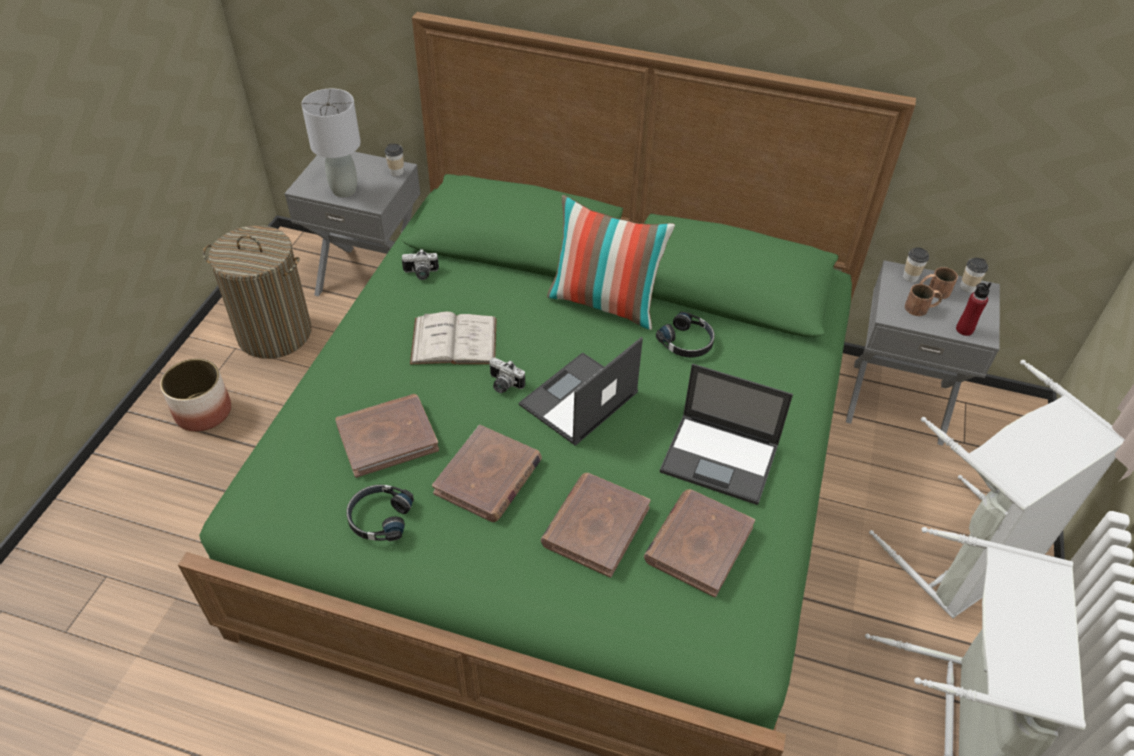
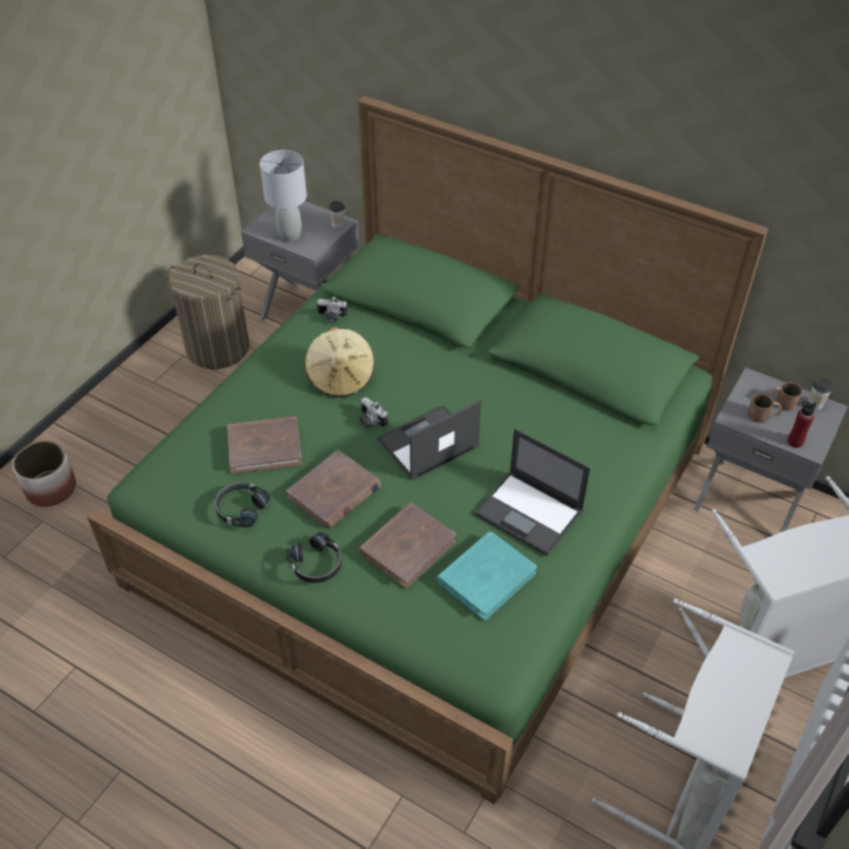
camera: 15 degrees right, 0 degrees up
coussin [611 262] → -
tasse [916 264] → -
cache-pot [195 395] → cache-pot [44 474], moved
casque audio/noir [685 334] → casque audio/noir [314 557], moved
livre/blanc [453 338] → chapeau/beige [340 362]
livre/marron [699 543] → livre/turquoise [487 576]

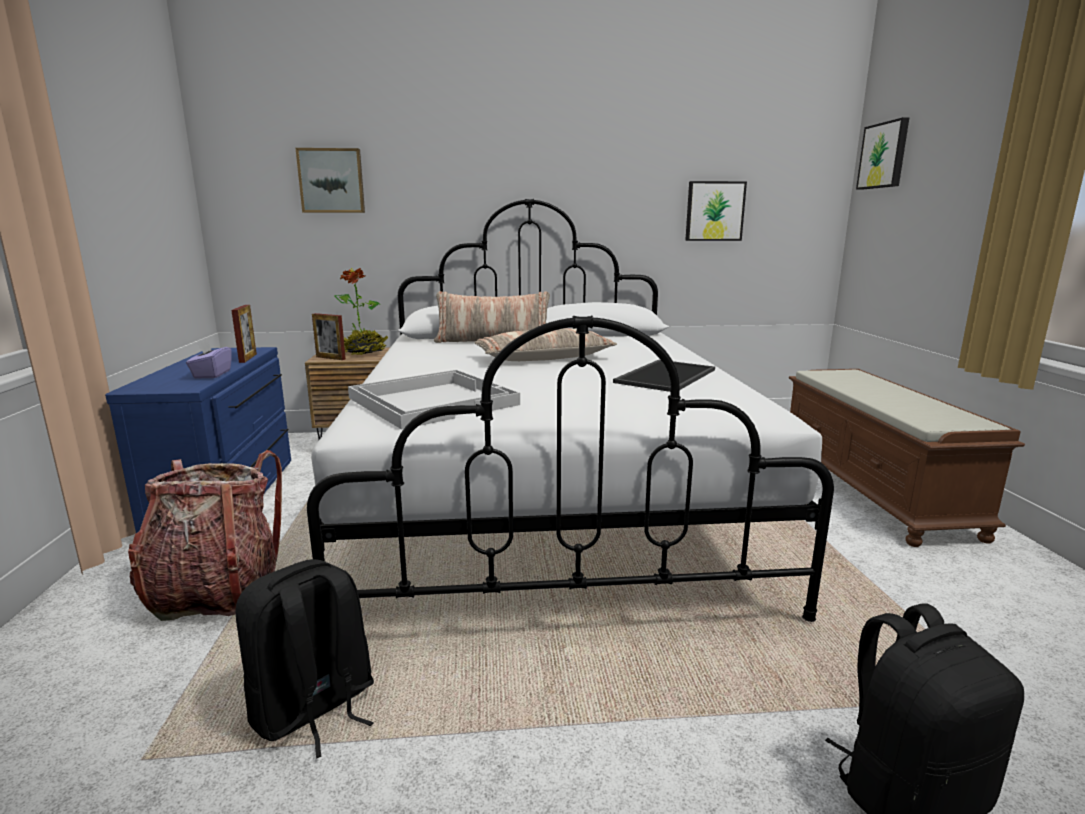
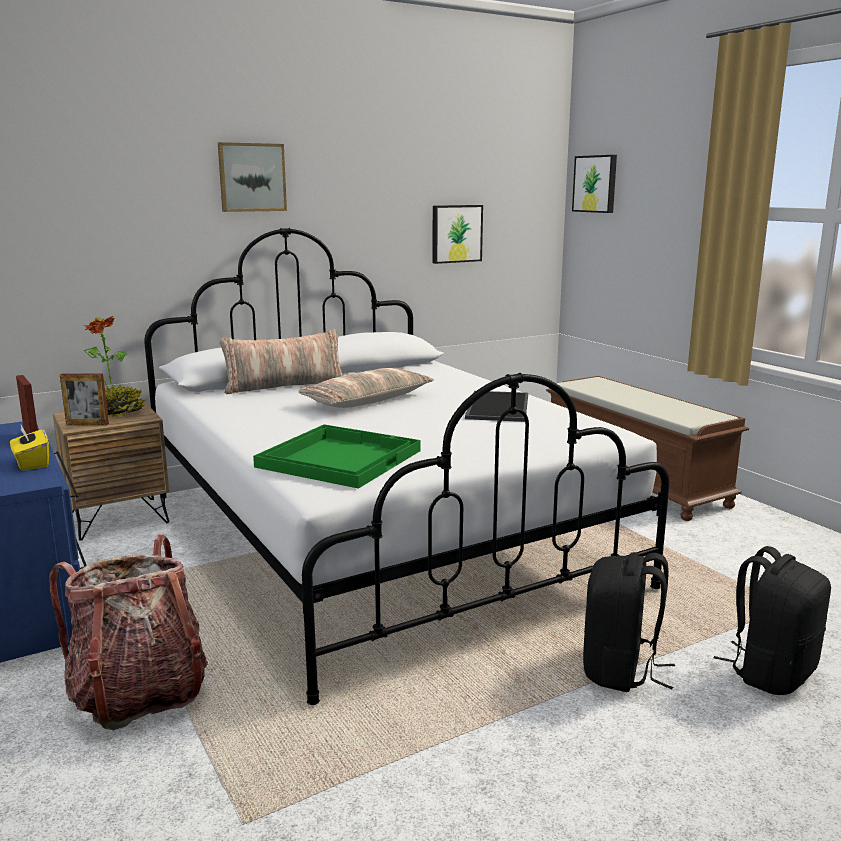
camera: 25 degrees left, 0 degrees up
sac à dos/noir [304 659] → sac à dos/noir [629 622], moved
tableau [330 180] → tableau [252 177], moved
boîte à mouchoirs/violet [208 358] → boîte à mouchoirs/jaune [29 448]
plateau/blanc [434 400] → plateau/vert [337 456]

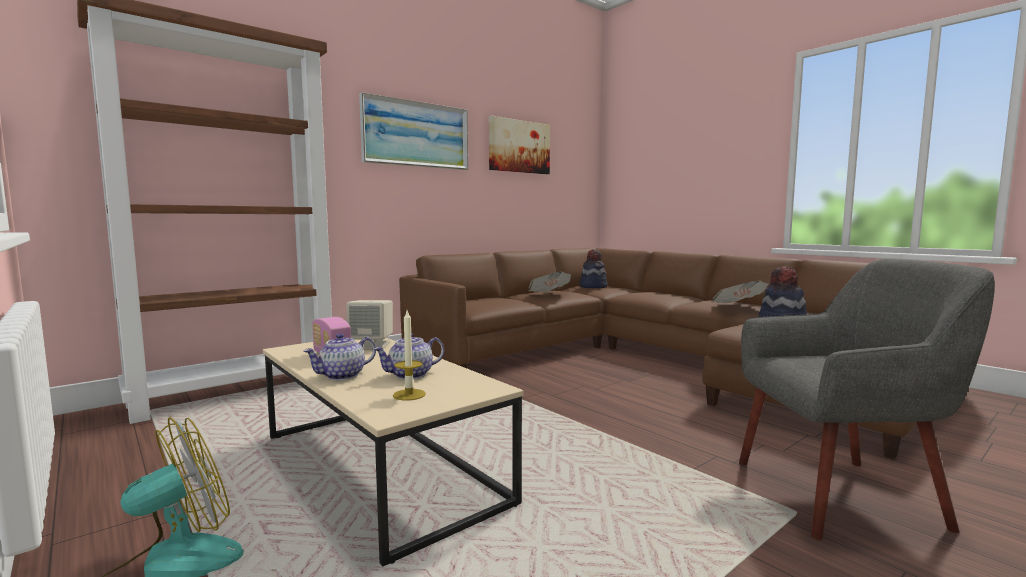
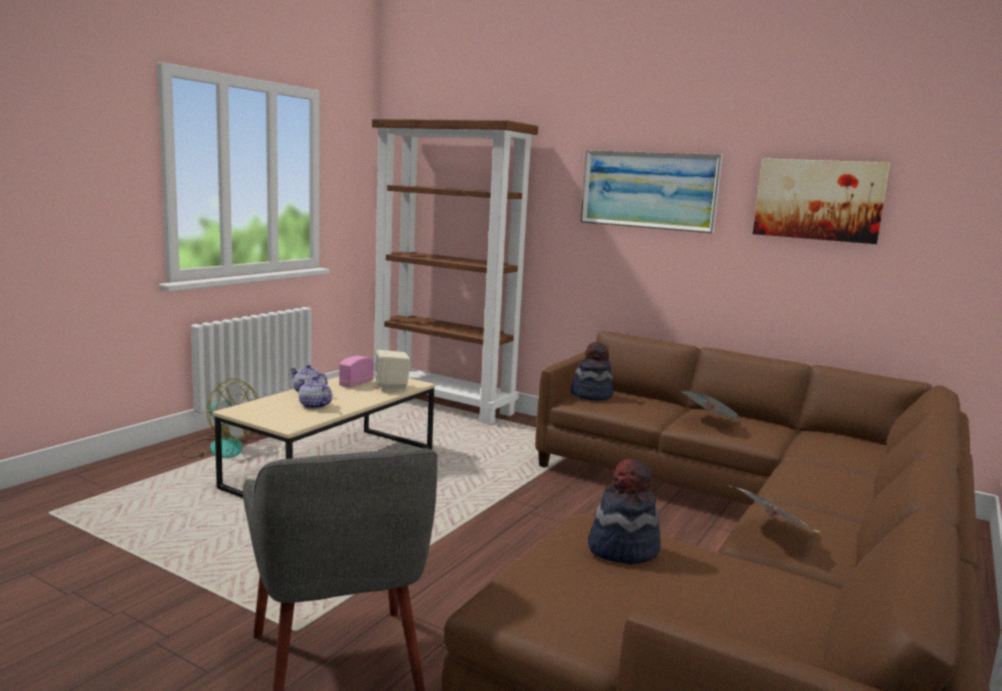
camera: 70 degrees right, 5 degrees up
bougie [409 356] → -
chapeau [593 268] → chapeau [592 371], moved

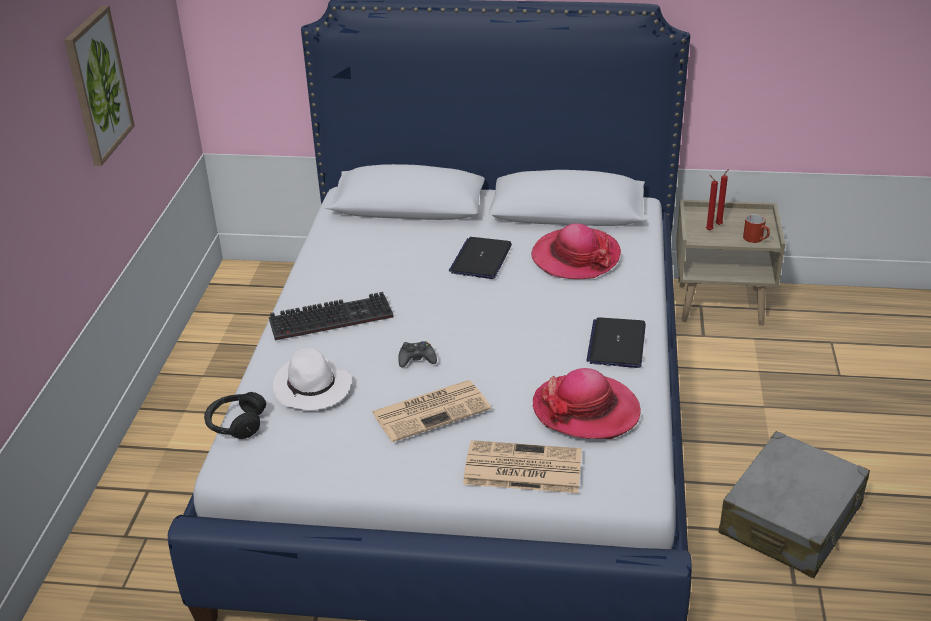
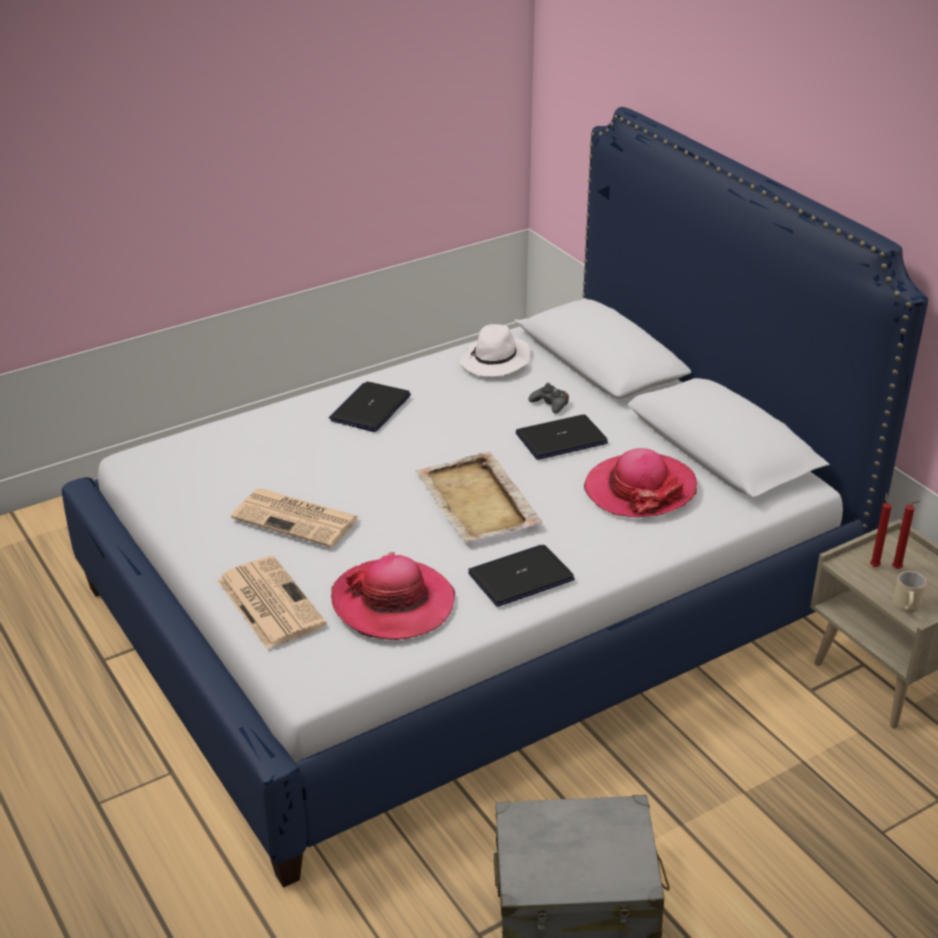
camera: 50 degrees right, 0 degrees up
tableau [99 86] → -
casque audio/noir [235 415] → -
- → plateau/beige [479 496]
chapeau/blanc [312 379] → chapeau/blanc [494 350], moved
manette/noir [417 354] → manette/noir [549 398], moved
clavier [331 316] → ordinateur portable [370 407]
mug/rouge [756 228] → mug/beige [910 592]

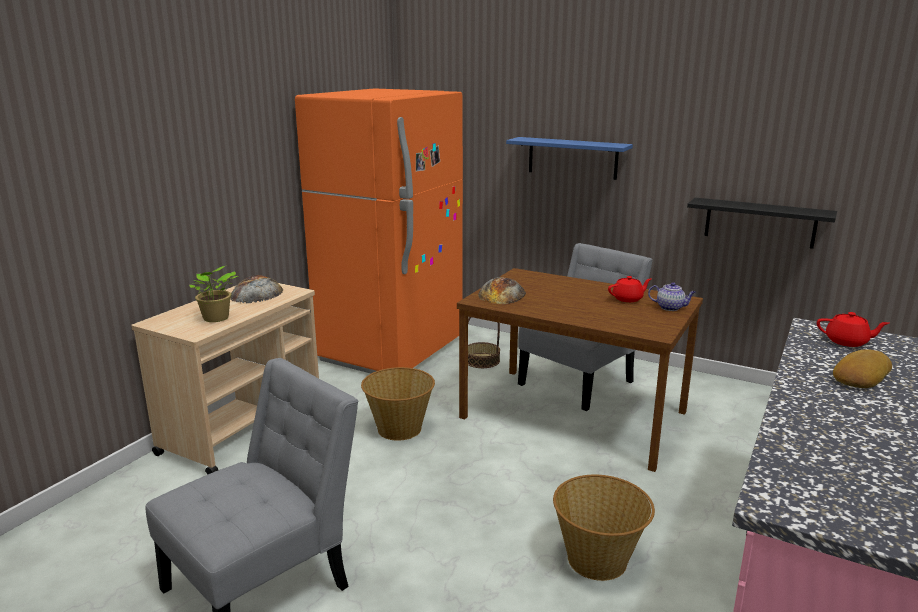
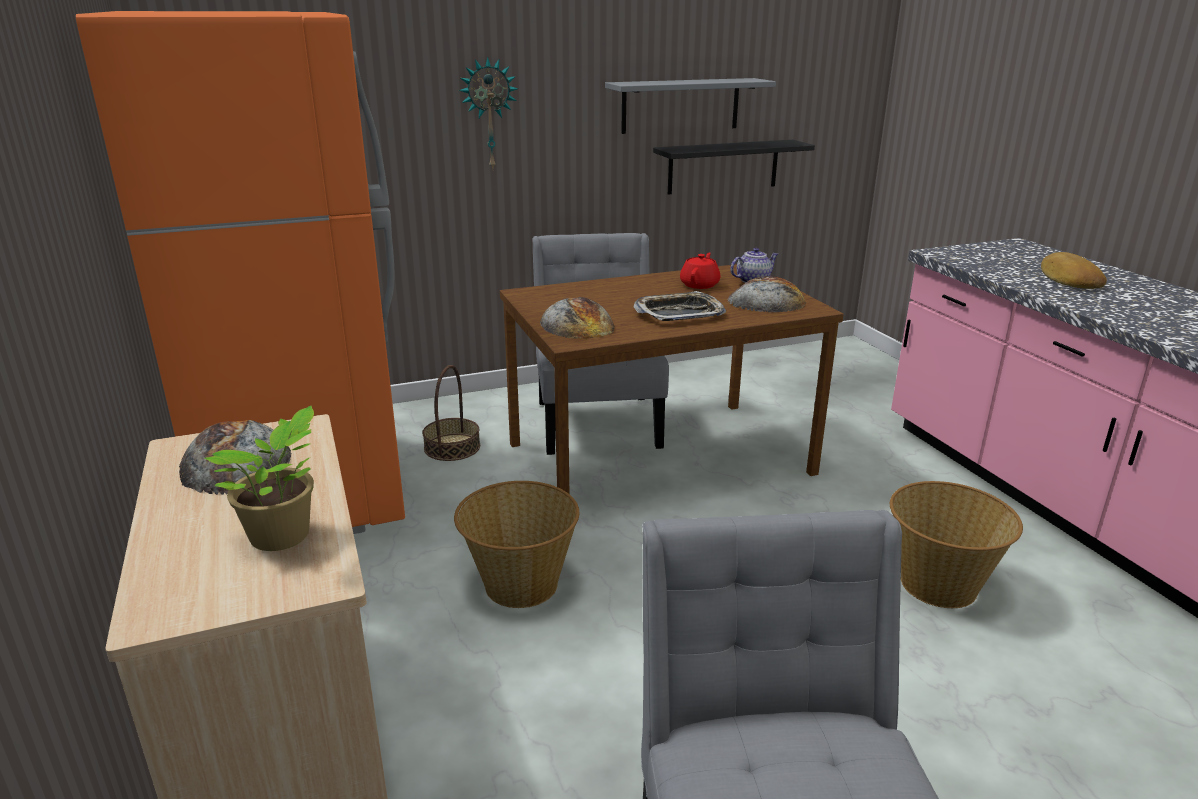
camera: 50 degrees left, 5 degrees up
théière/rouge [853 329] → -
- → étagère/gris [690 106]
- → plateau [680 306]
- → pain [767 294]
étagère/bleu [569 158] → horloge murale [488 113]

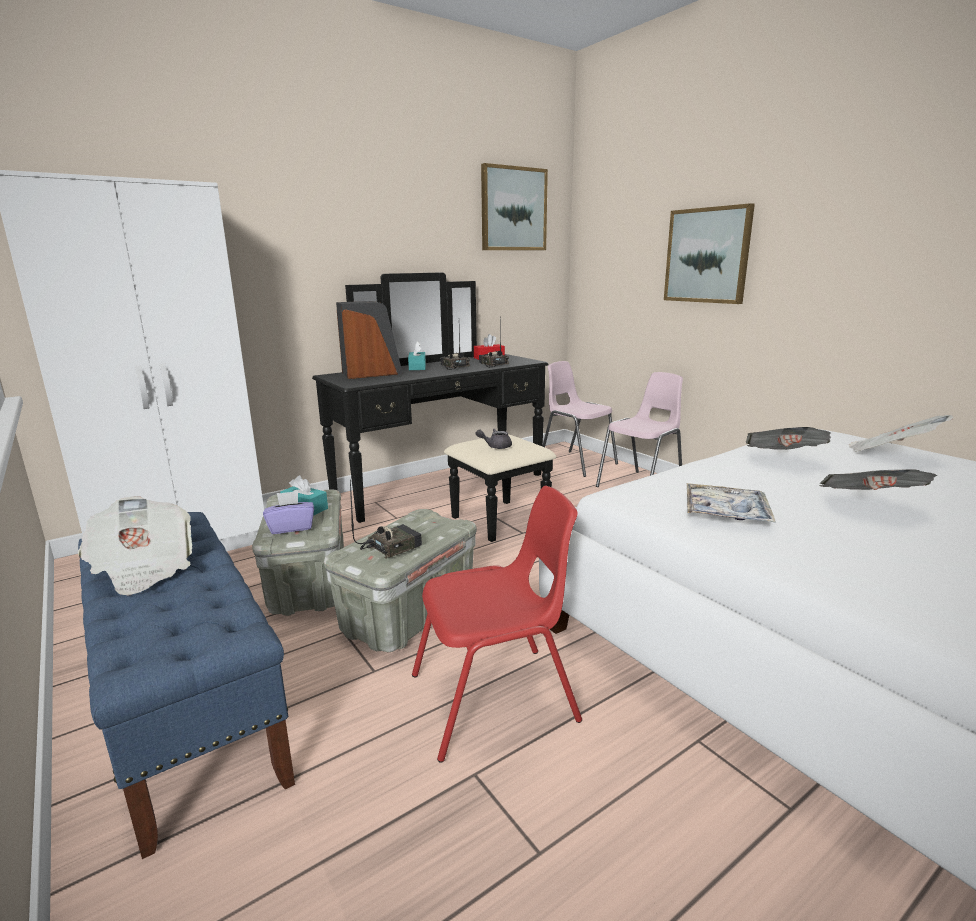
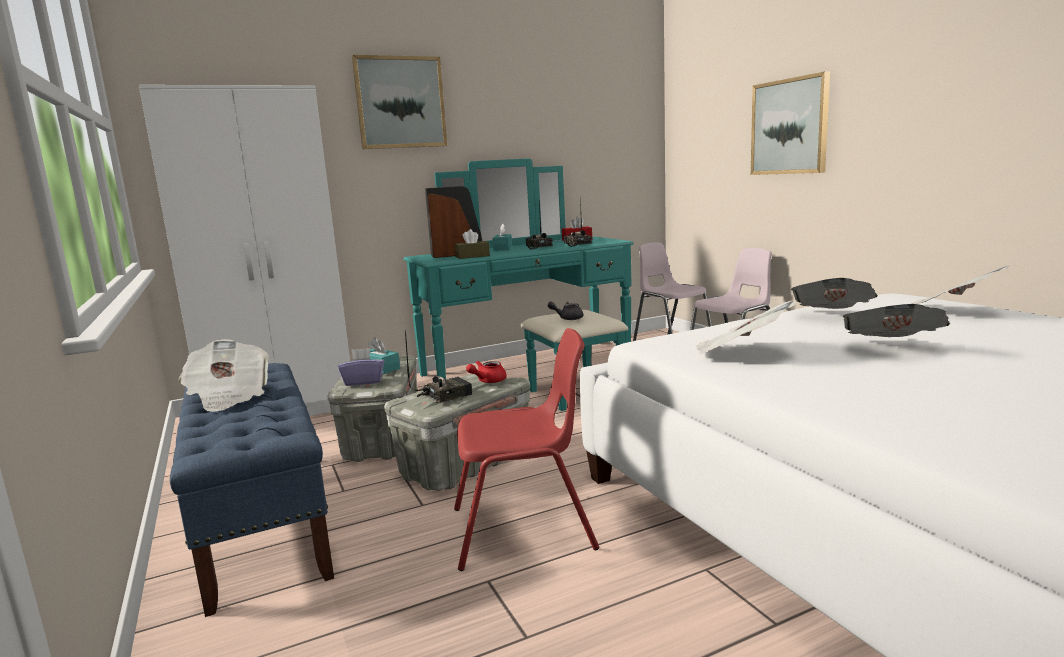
camera: 10 degrees right, 5 degrees down
- → boîte à mouchoirs/marron [472 244]
- → théière/rouge [486 372]
tableau [514 206] → tableau [400 102], moved
plateau [731 503] → journal [746 327]
commode/noir [434 407] → commode/turquoise [518 285]

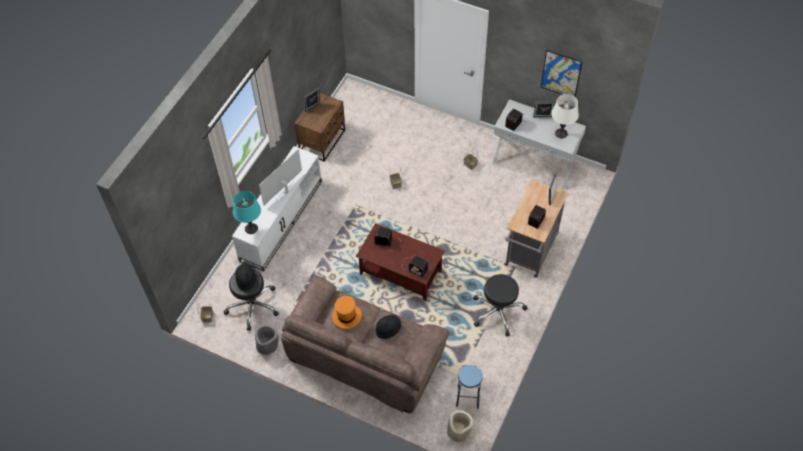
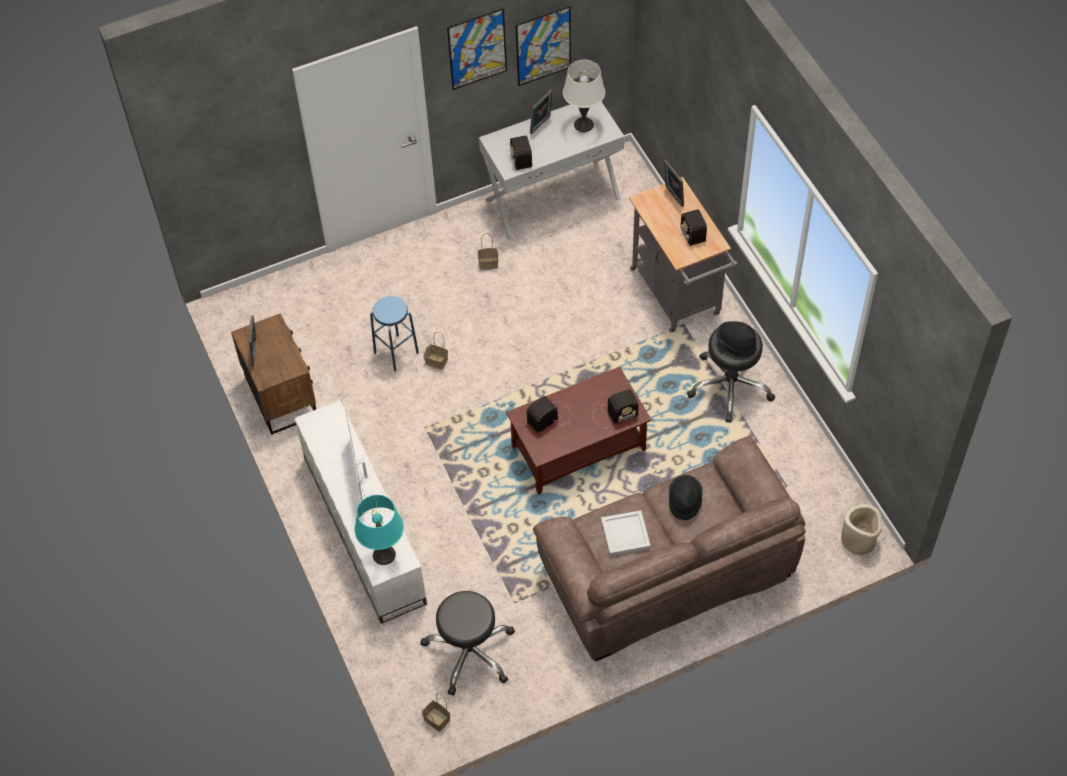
camera: 50 degrees left, 0 degrees up
cache-pot/gris [266 339] → -
- → tableau [477 49]
chapeau/noir [245 277] → chapeau/noir [737 339], moved
tabouret/bleu [469 387] → tabouret/bleu [394 333], moved
chapeau/orange [347 313] → plateau/blanc [625 533]

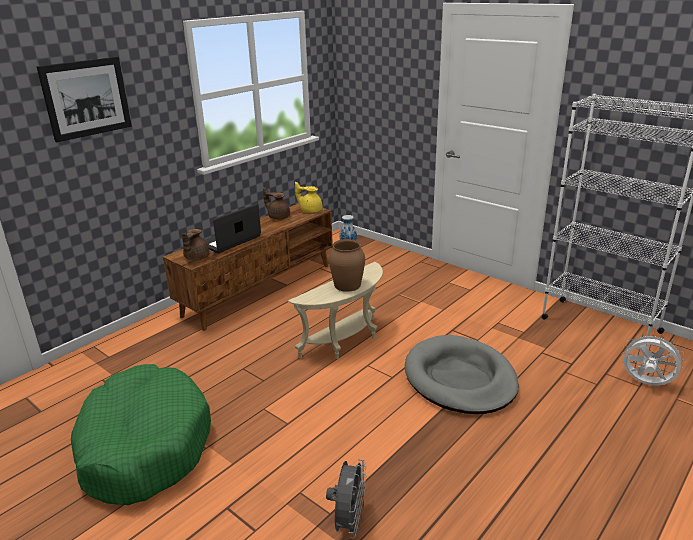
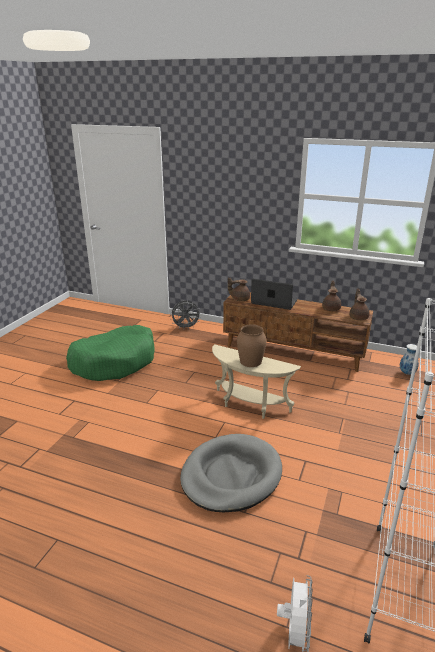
camera: 70 degrees right, 0 degrees up
tableau [84 99] → -
ventilateur/gris [346 498] → ventilateur/gris [185 314], moved
théière/jaune [308 197] → théière/marron [359 304]

